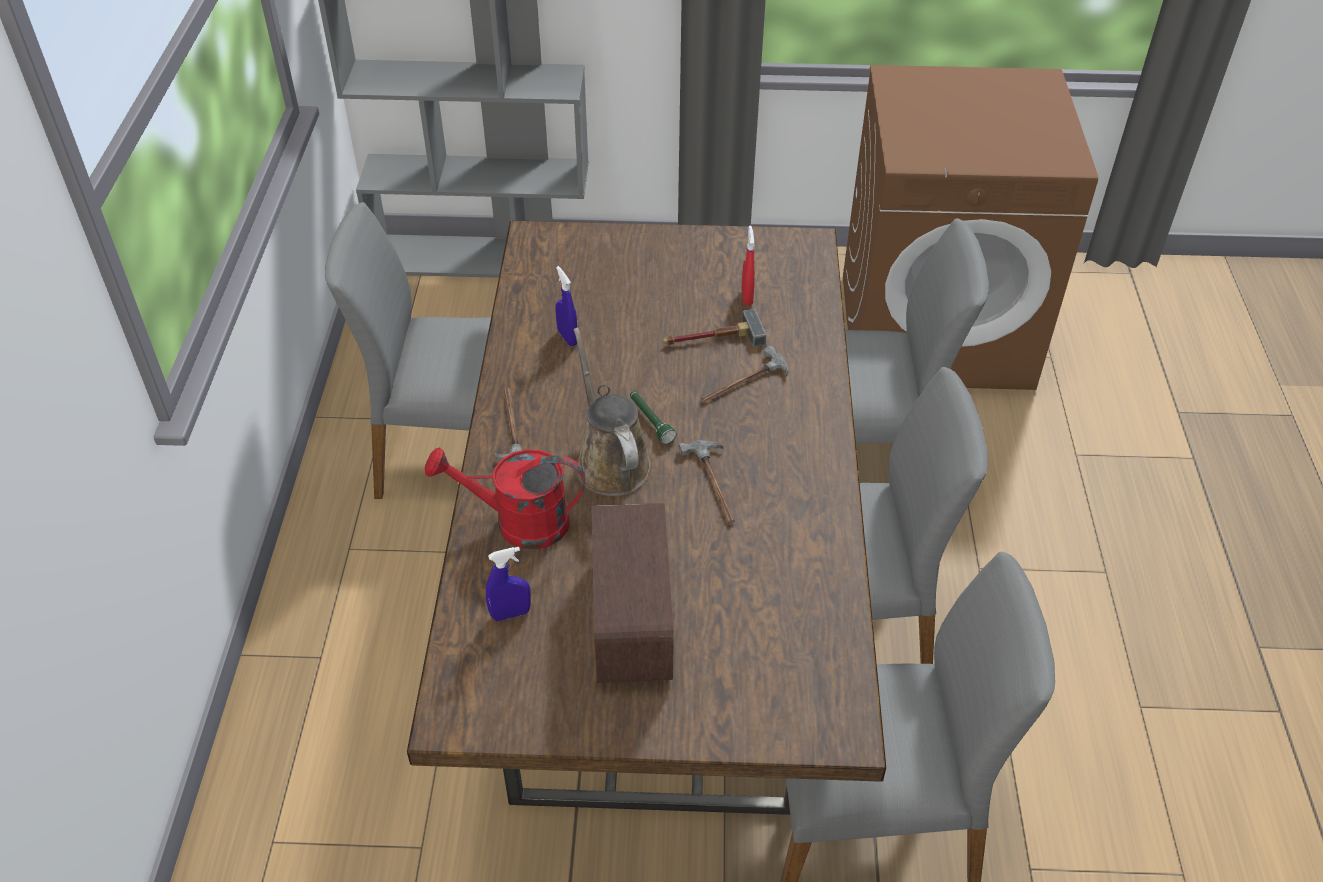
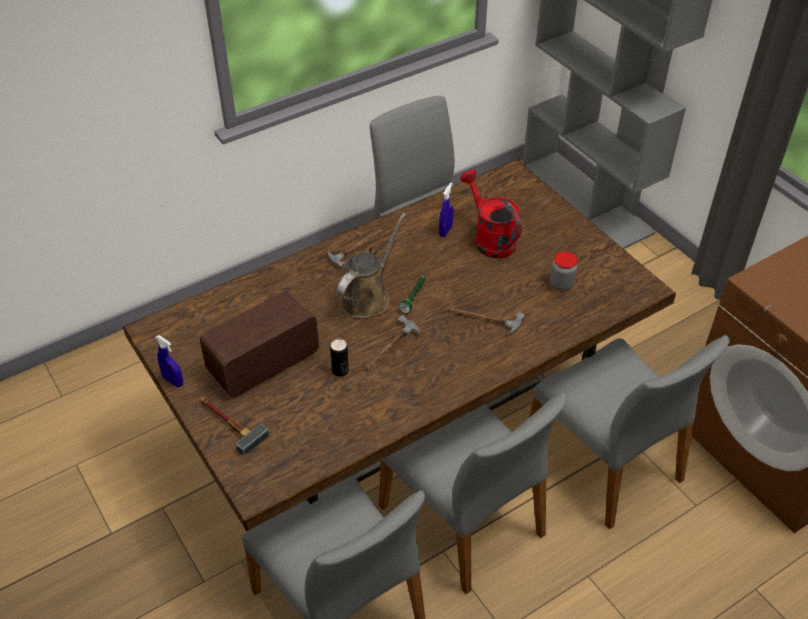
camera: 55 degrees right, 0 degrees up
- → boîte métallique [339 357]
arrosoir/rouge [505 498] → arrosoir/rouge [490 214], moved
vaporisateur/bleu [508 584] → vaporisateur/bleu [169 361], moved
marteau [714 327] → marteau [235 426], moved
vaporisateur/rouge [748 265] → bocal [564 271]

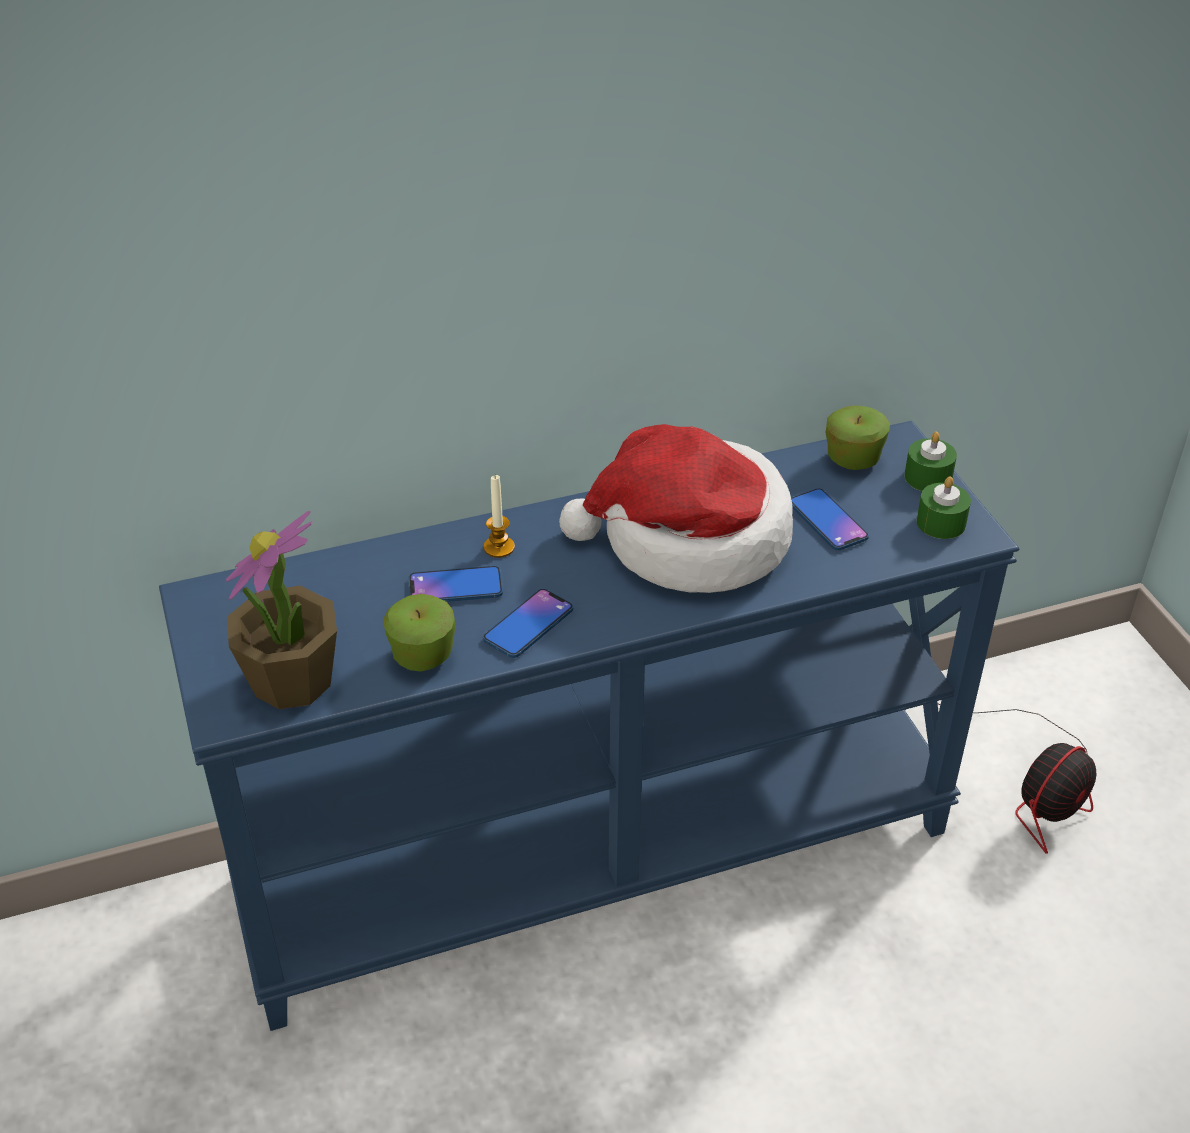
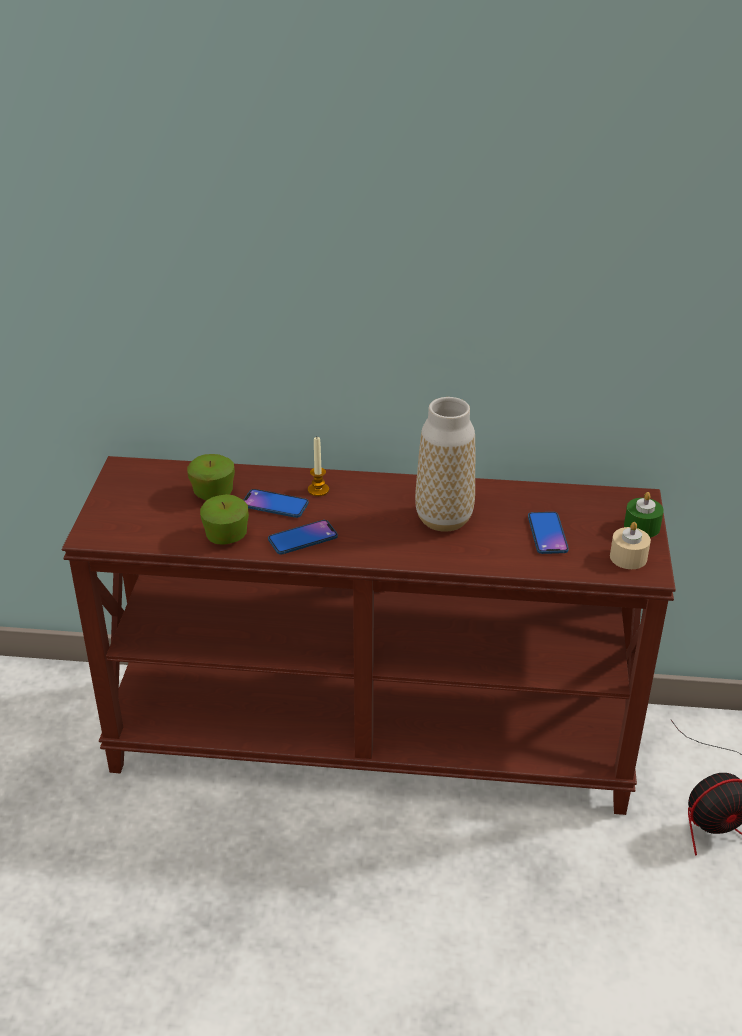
camera: 25 degrees right, 5 degrees down
plante en pot [281 610] → -
pomme [857 437] → pomme [211 477], moved
chapeau [676 508] → vase [445 464]
table console/bleu [589 726] → table console/marron [369 635]
bougie/vert [943 507] → bougie/beige [630 545]

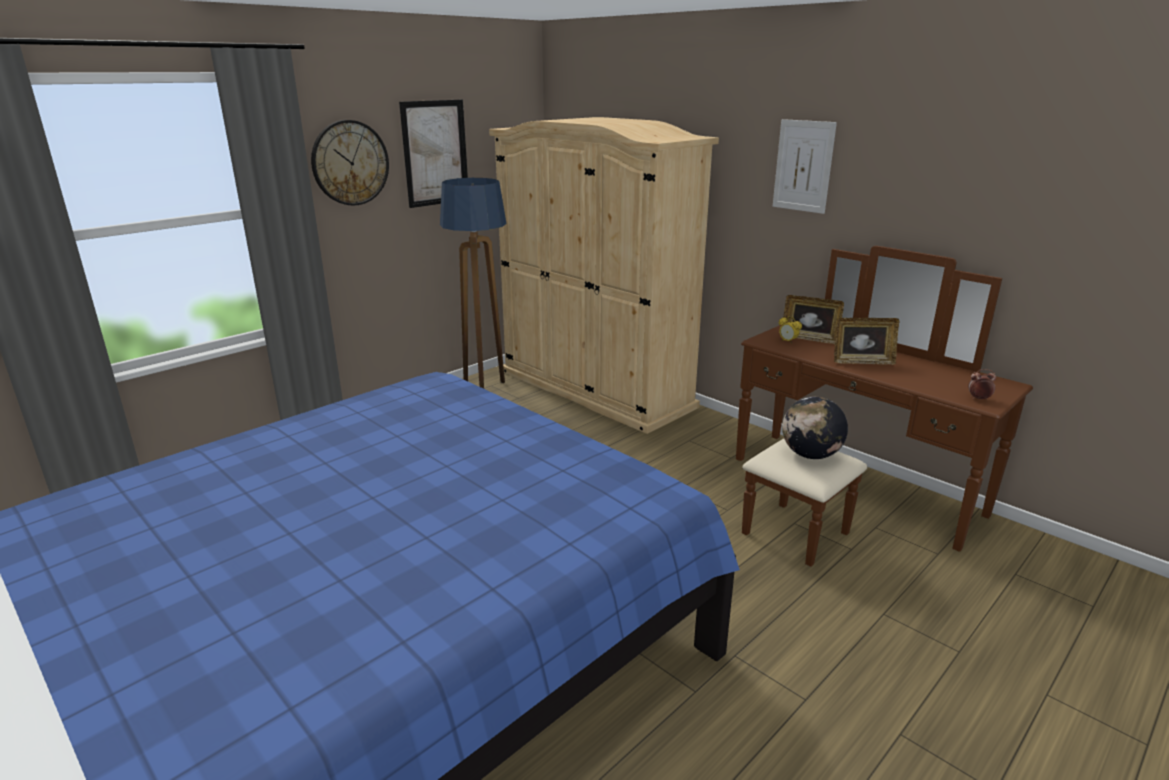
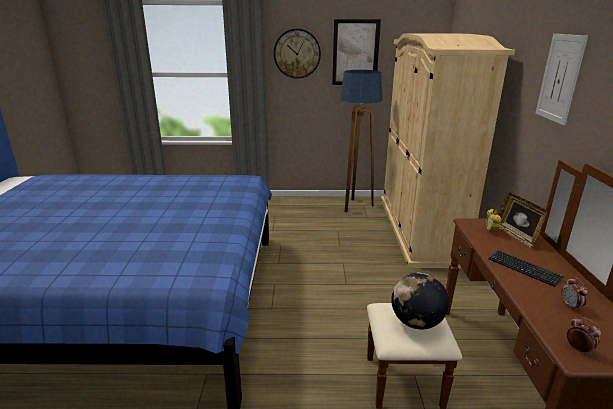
camera: 45 degrees right, 0 degrees up
- → réveil [575 294]
cadre photo [866 341] → clavier [526 268]

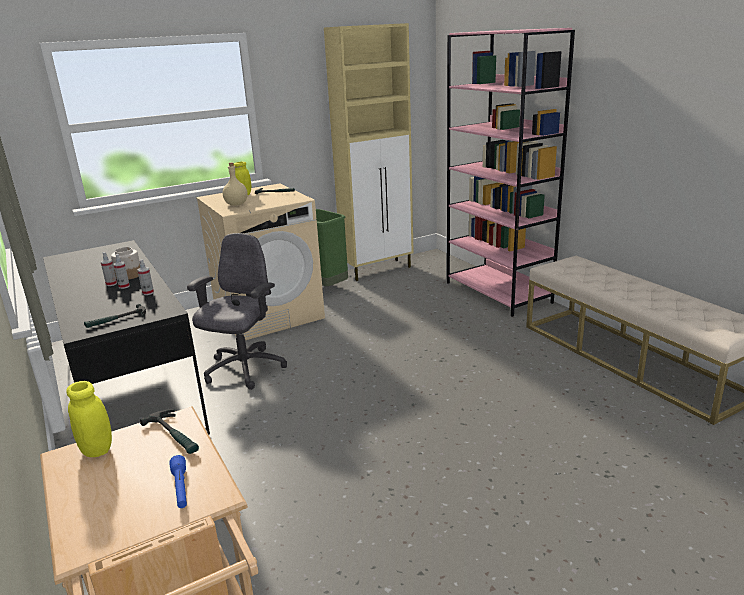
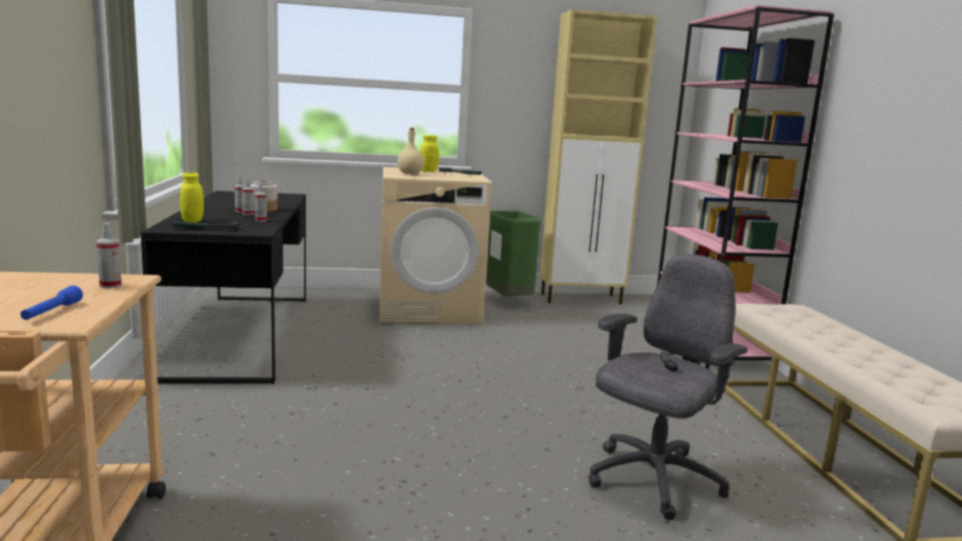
camera: 20 degrees right, 10 degrees down
bocal/jaune [89 419] → bocal/jaune [192 197], moved
chaise de bureau/gris [237 311] → chaise de bureau/gris [668 387], moved
marteau [169 431] → vaporisateur [109 256]

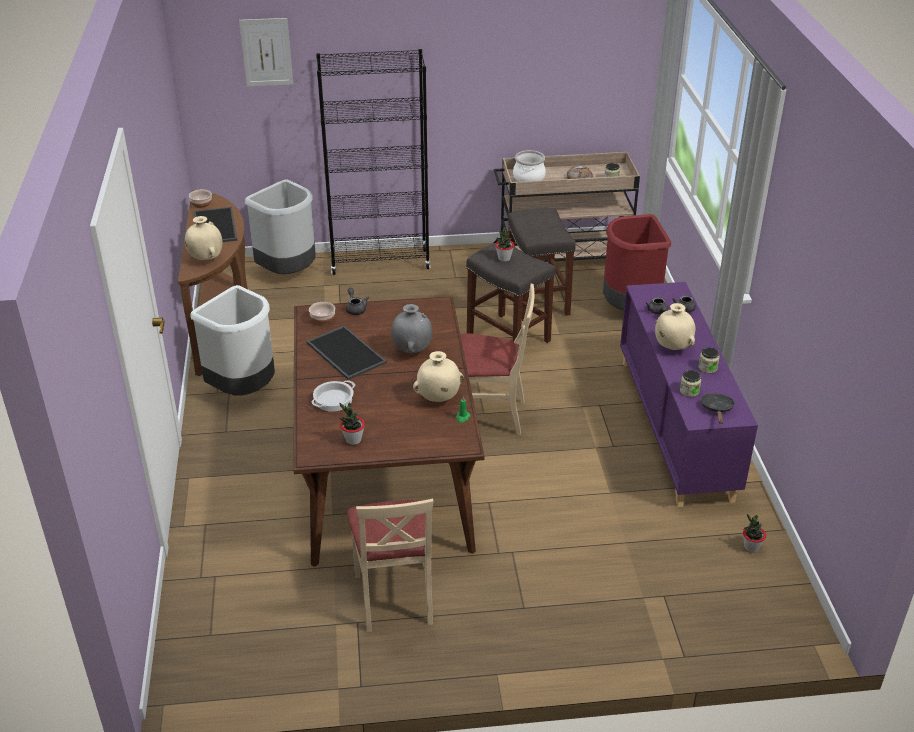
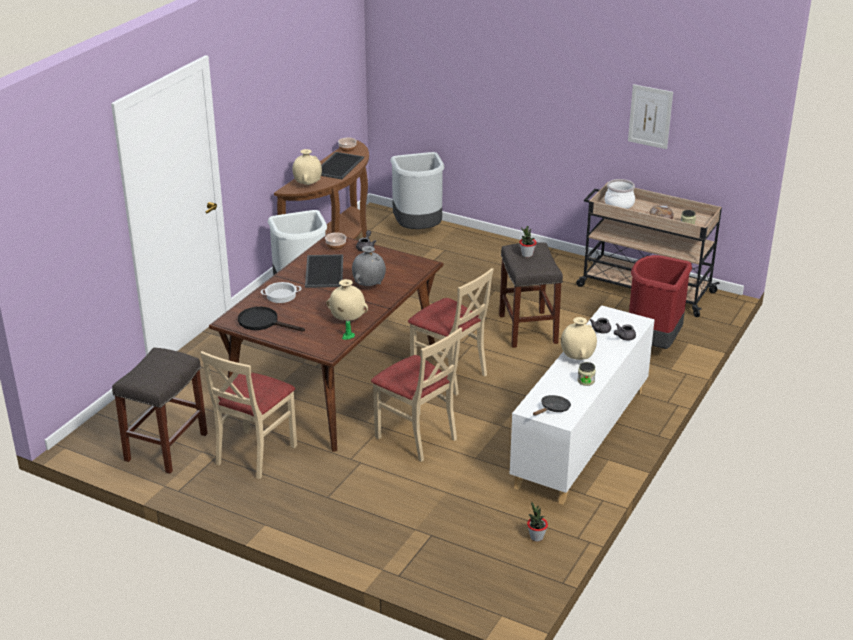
camera: 35 degrees right, 5 degrees down
bibliothèque/noir [373 162] → -
bocal [690 383] → -
- → chaise/beige [416 394]
tableau [266 52] → tableau [650 116], moved
tabouret/gris [541 264] → tabouret/gris [160 410], moved
plante en pot [352 424] → poêle/noir [271 319]
meuble de rangement/violet [689 394] → meuble de rangement/blanc [582 405]

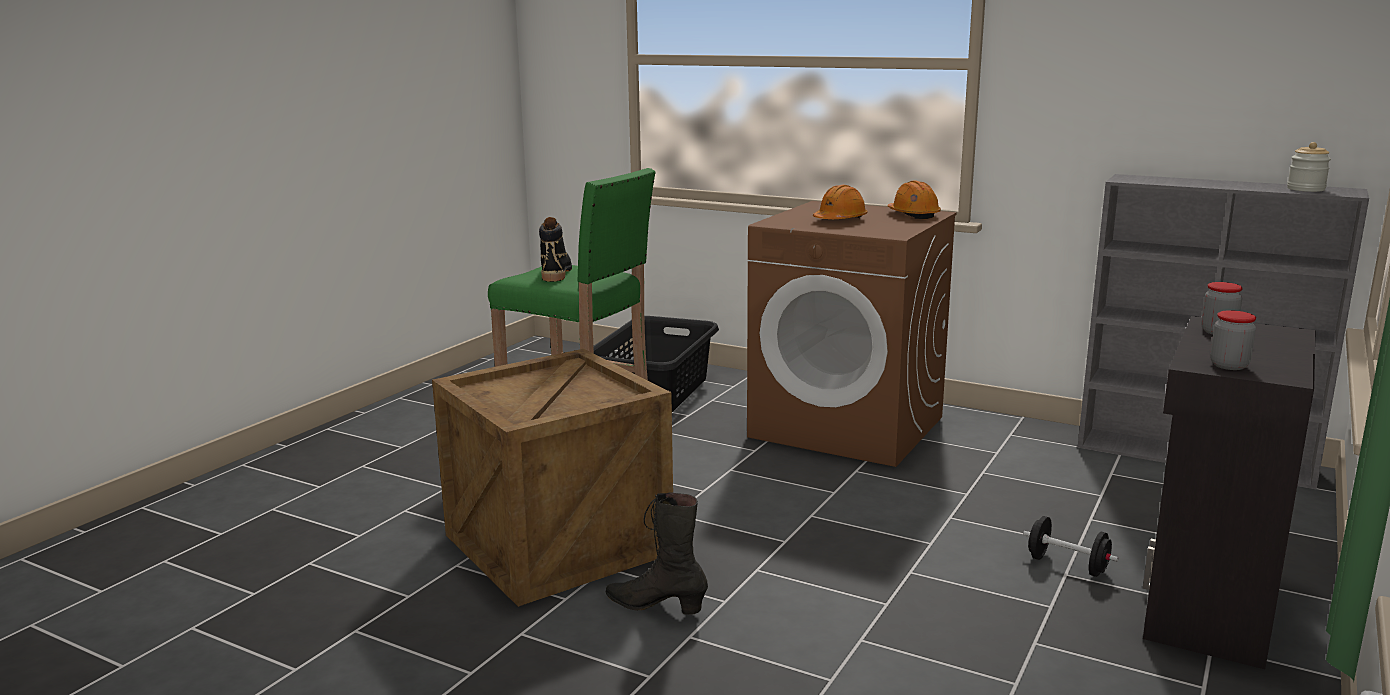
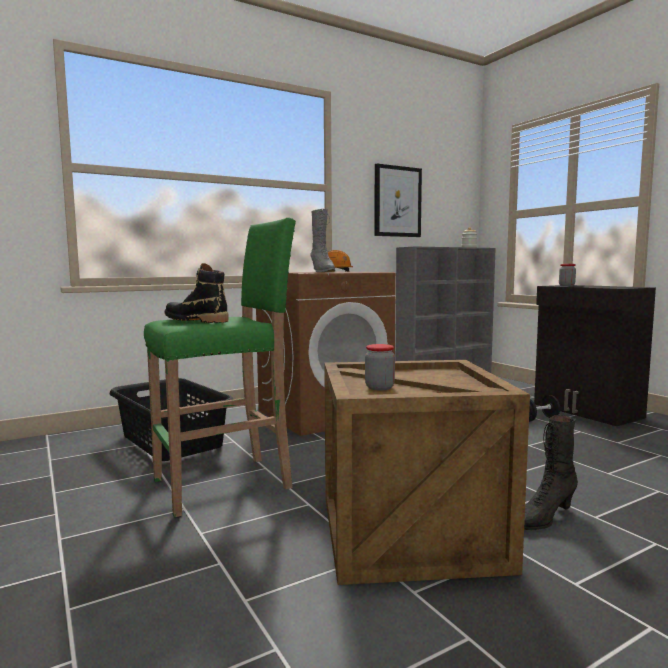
camera: 60 degrees left, 10 degrees down
- → tableau [398 200]
bocal [1233 340] → bocal [380 367], moved
casque de chantier/orange [840 202] → botte/gris [322 240]

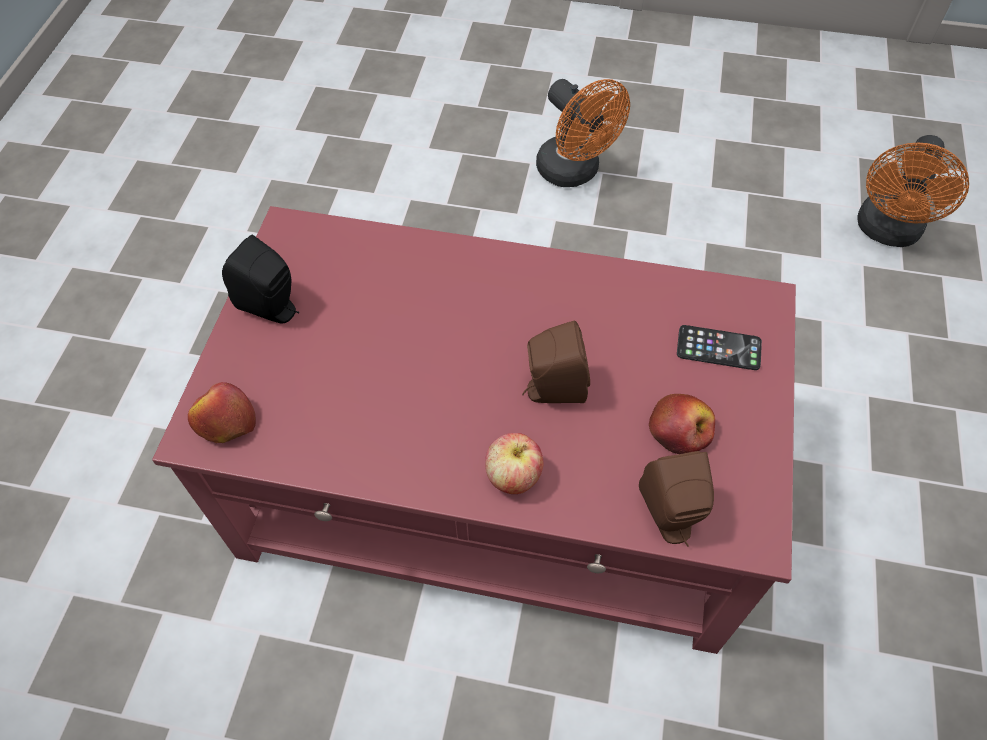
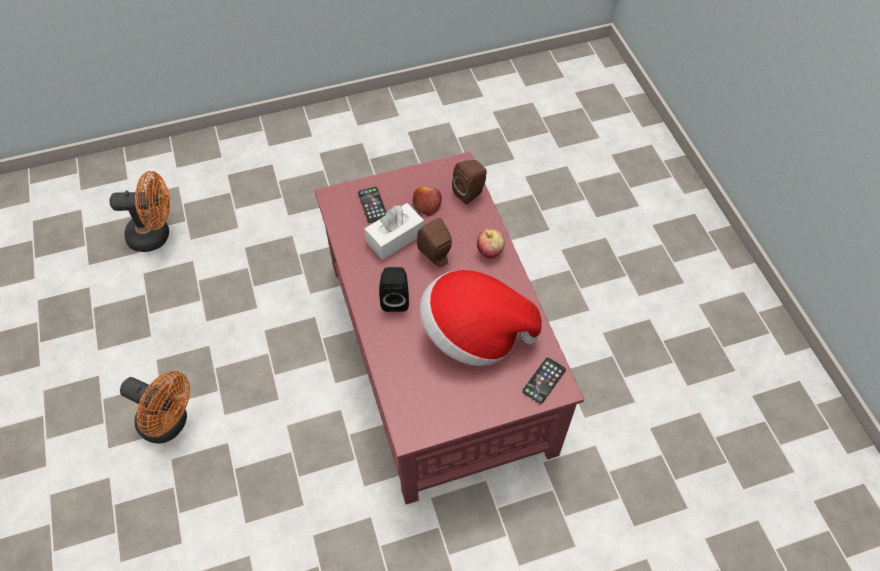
camera: 120 degrees left, 0 degrees up
- → boîte à mouchoirs/blanc [394 231]
- → chapeau [481 318]
enceinte/noir [260 279] → enceinte/noir [394 289], moved
pomme [222 412] → téléphone [544 381]
ventilateur/orange [583 133] → ventilateur/orange [155 407], 90 degrees clockwise

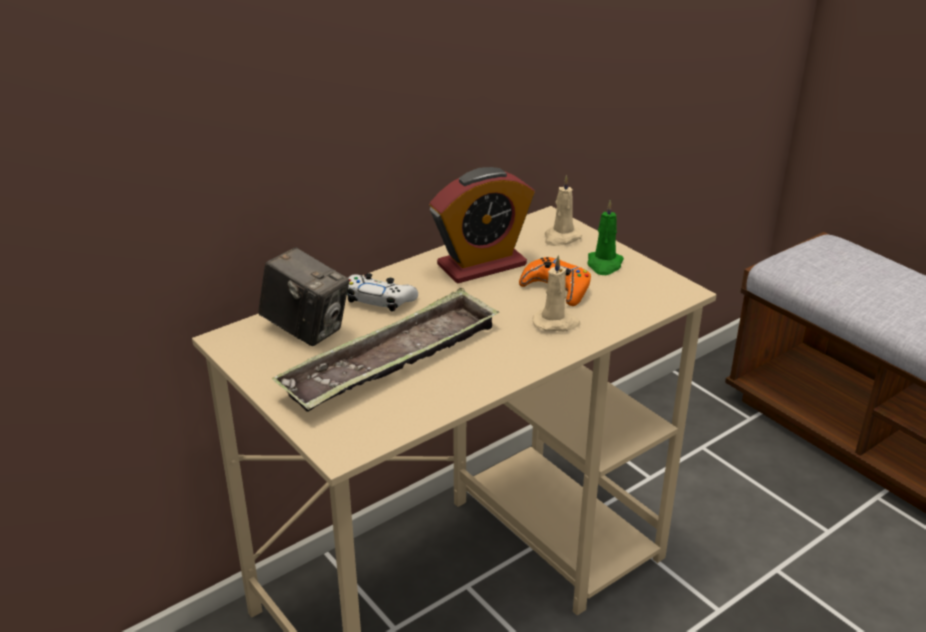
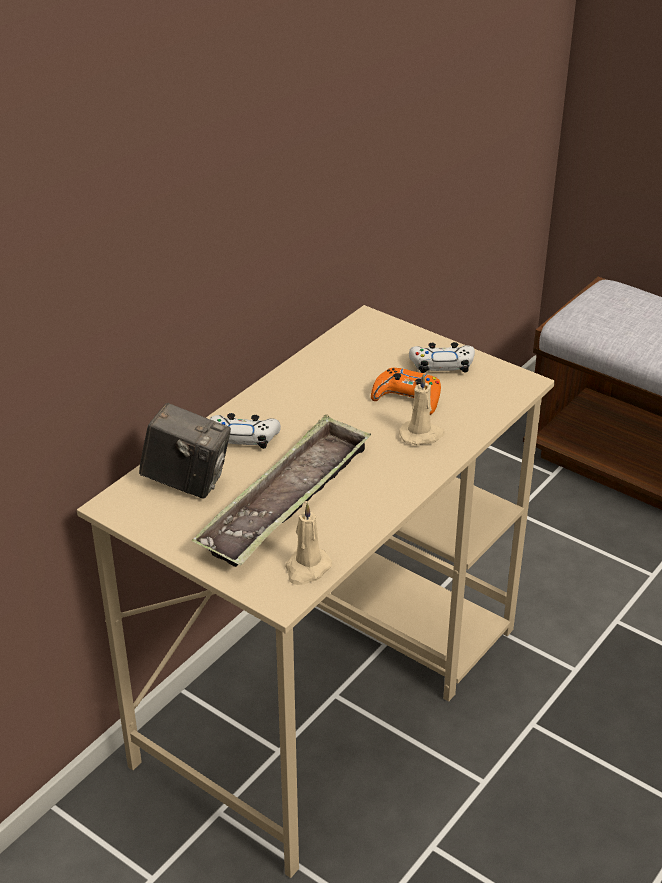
camera: 15 degrees left, 5 degrees up
réveil [482 225] → -
bougie/beige [563 210] → bougie/beige [308 544], moved
bougie/vert [605 237] → manette/blanc [442 357]

